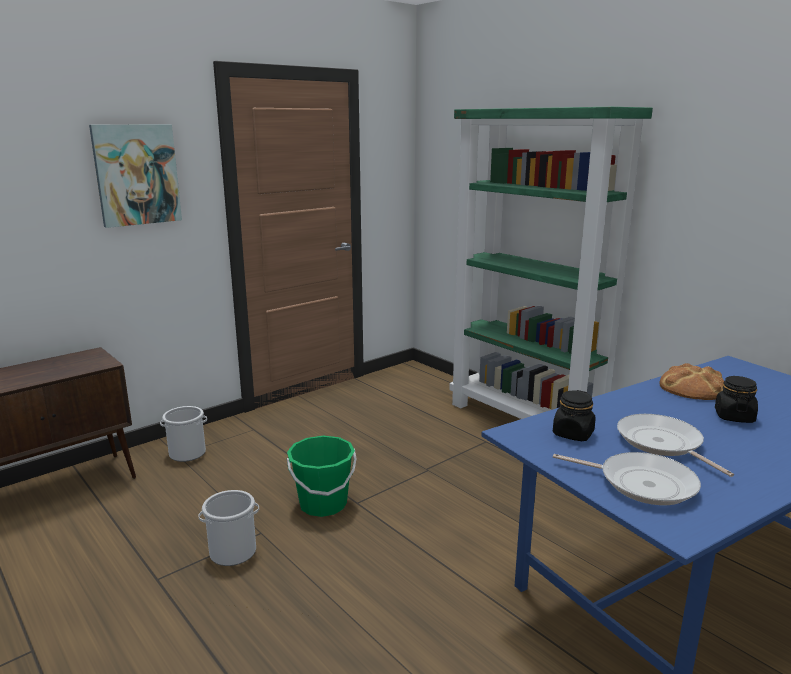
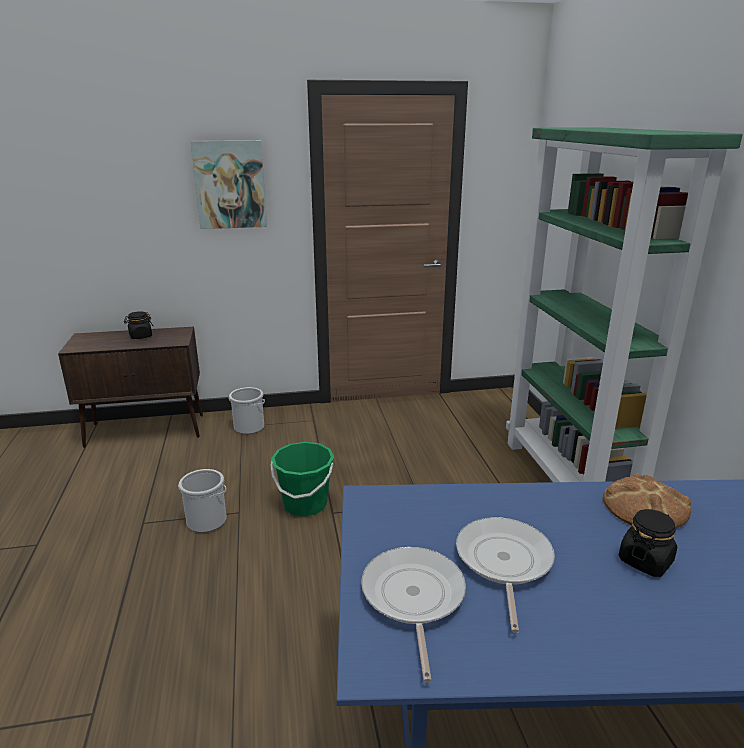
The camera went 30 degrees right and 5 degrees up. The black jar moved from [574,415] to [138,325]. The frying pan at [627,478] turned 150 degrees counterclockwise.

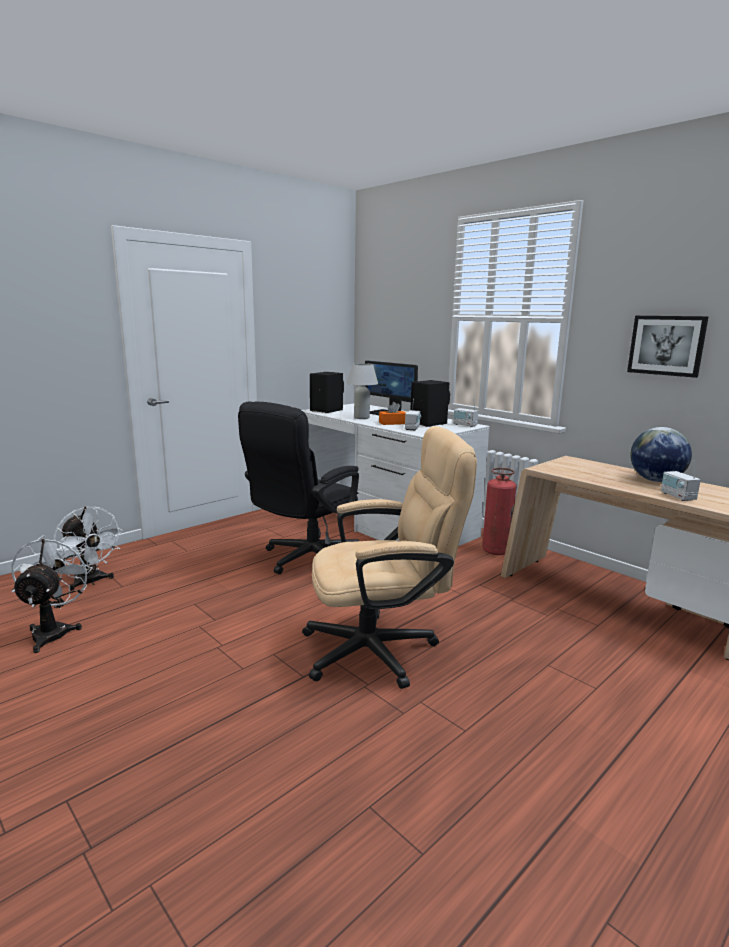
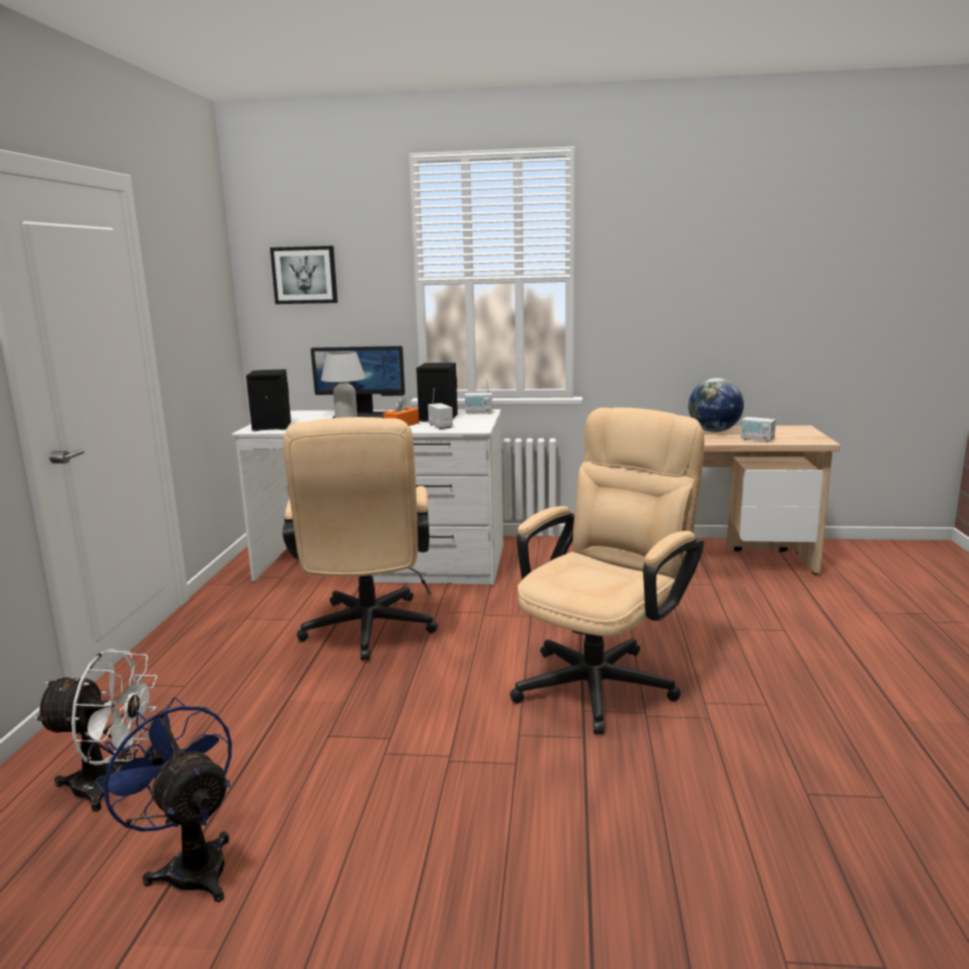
The camera went 40 degrees left and 0 degrees up. The fire extinguisher at [499,511] disappeared. The picture moved from [668,347] to [304,275]. The white fan at [52,594] became the blue fan at [163,799]. The black office chair at [298,488] became the beige office chair at [360,538].

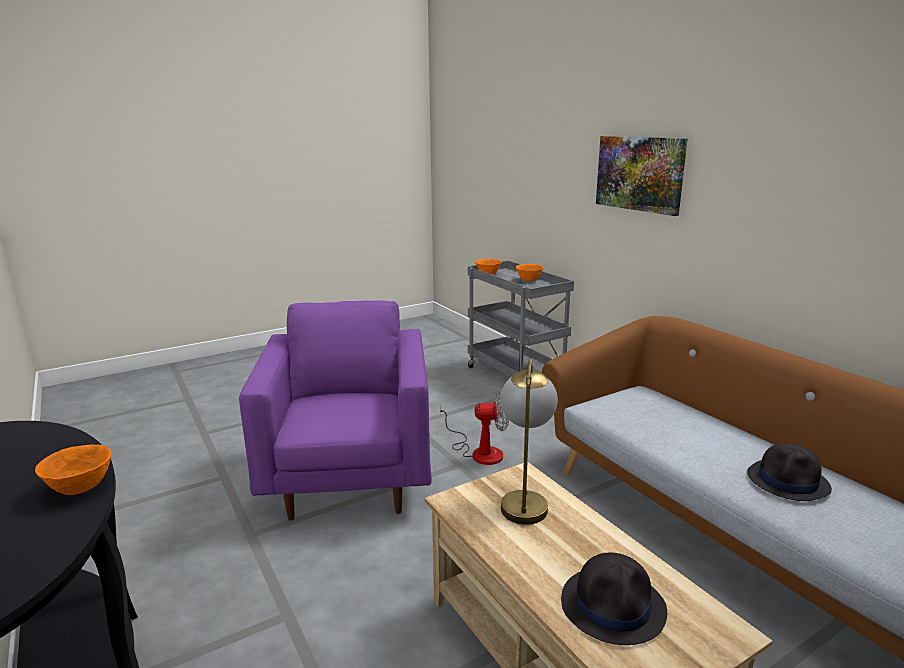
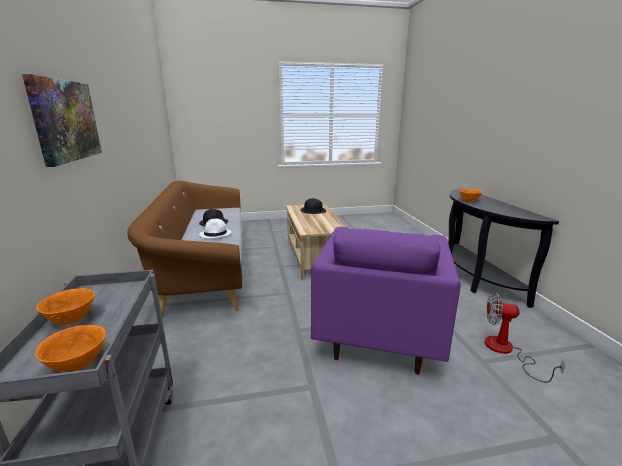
The camera went 160 degrees left and 0 degrees up. The table lamp at [529,442] disappeared. The white hat at [215,229] appeared. The fan moved from [474,428] to [525,338].

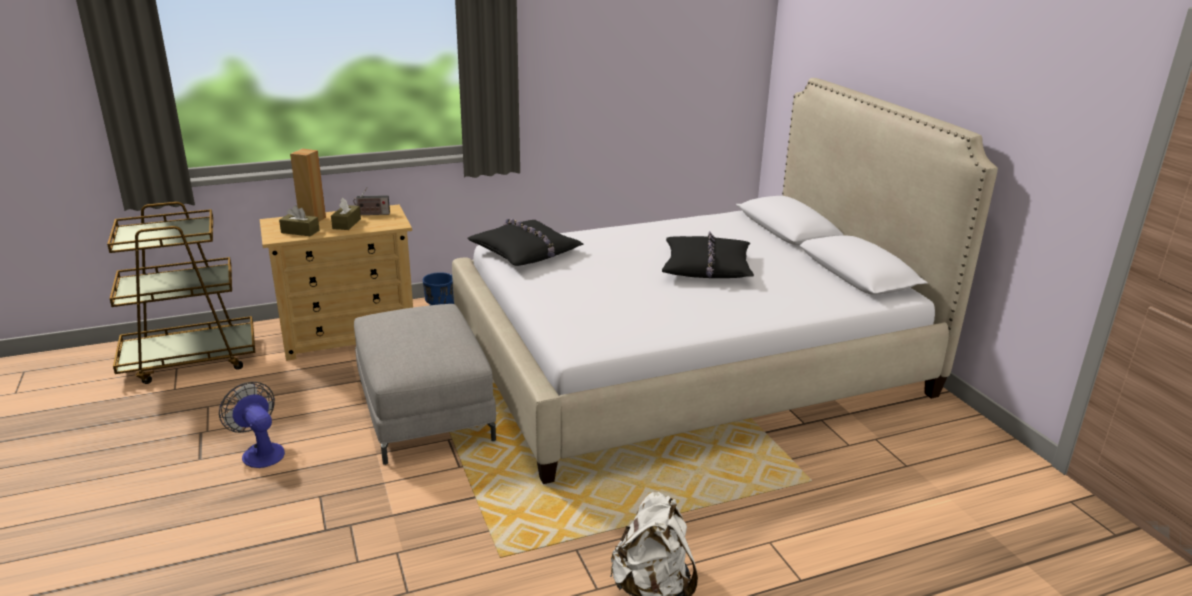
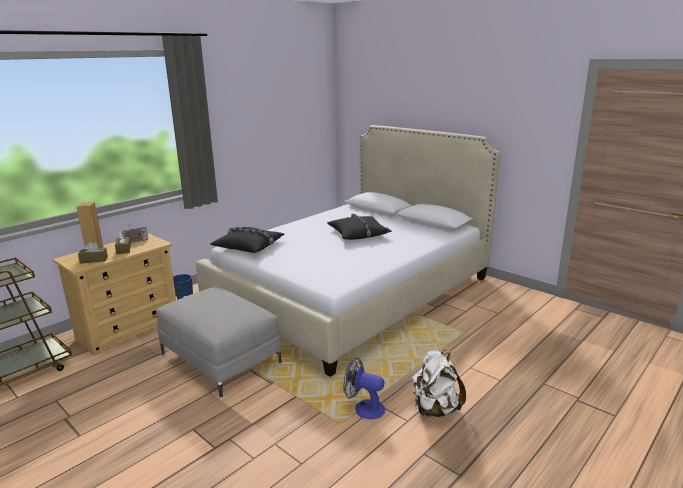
The camera went 25 degrees left and 5 degrees down. The fan moved from [252,425] to [364,388].

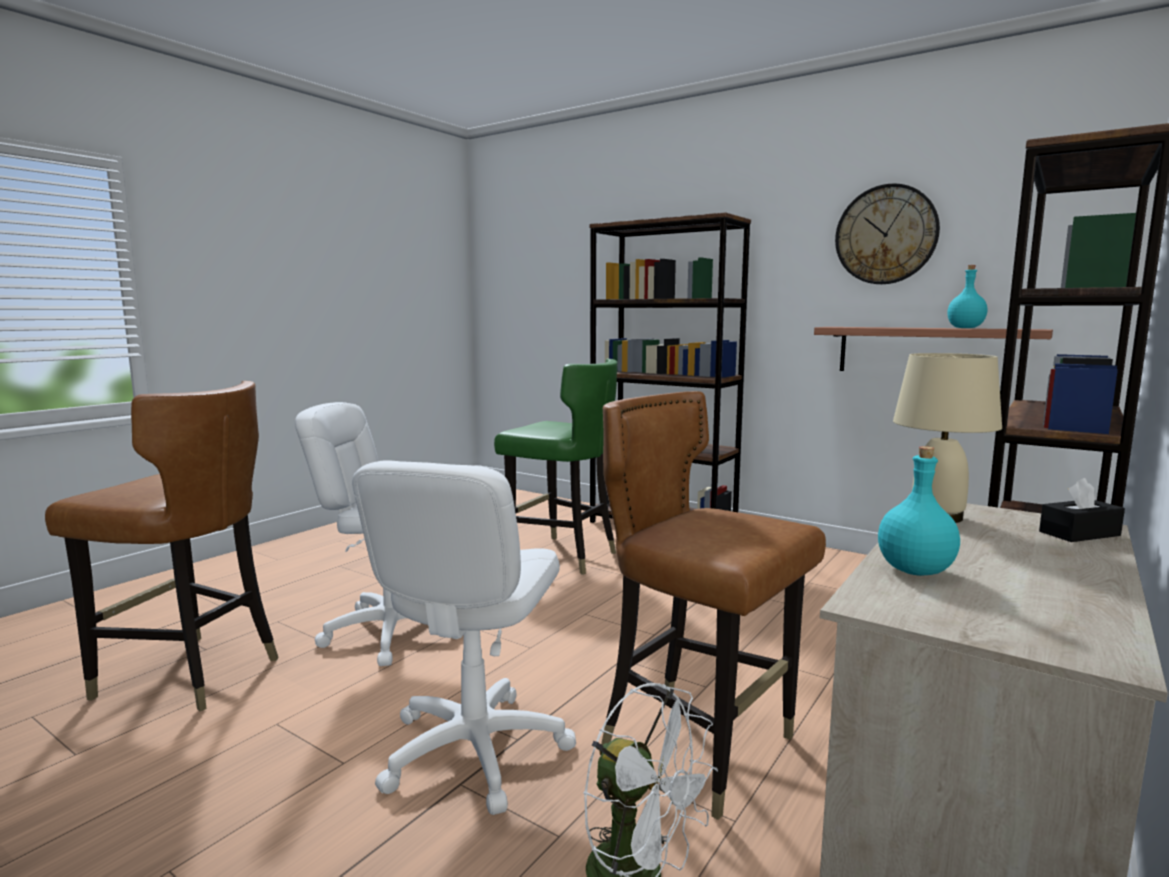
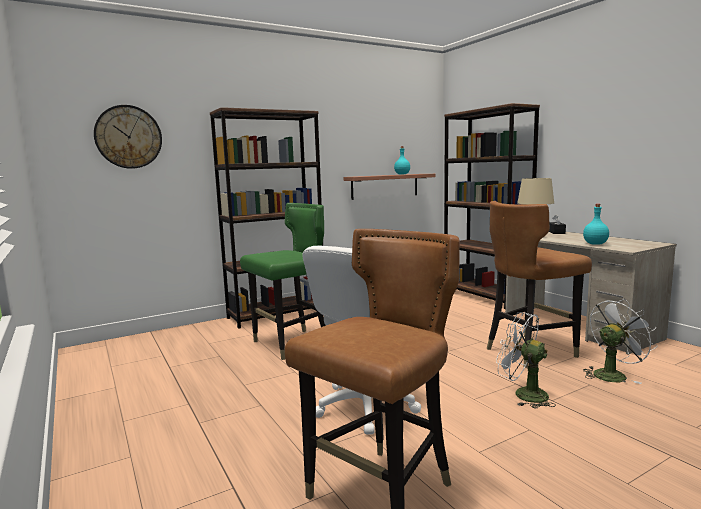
The camera went 65 degrees left and 0 degrees up. The wall clock moved from [887,233] to [128,137]. The white office chair at [464,637] was replaced by the white fan at [526,360].

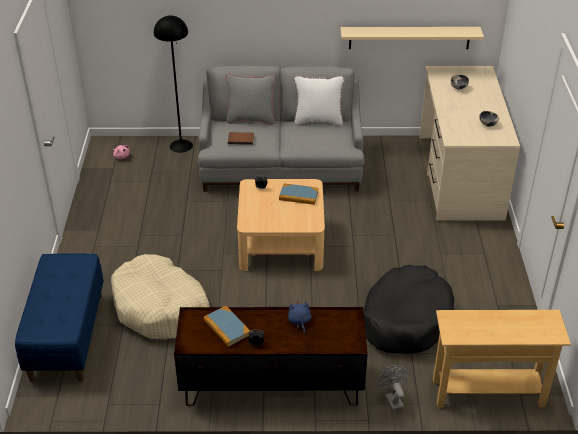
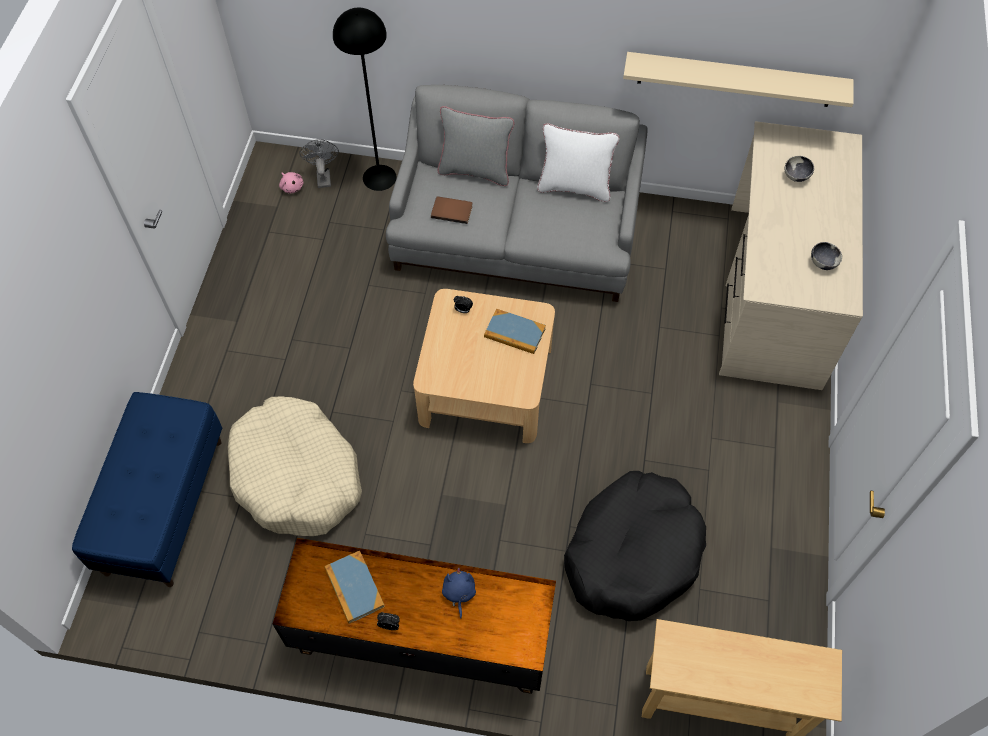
The camera went 10 degrees right and 20 degrees up. The grey fan moved from [393,388] to [319,163].

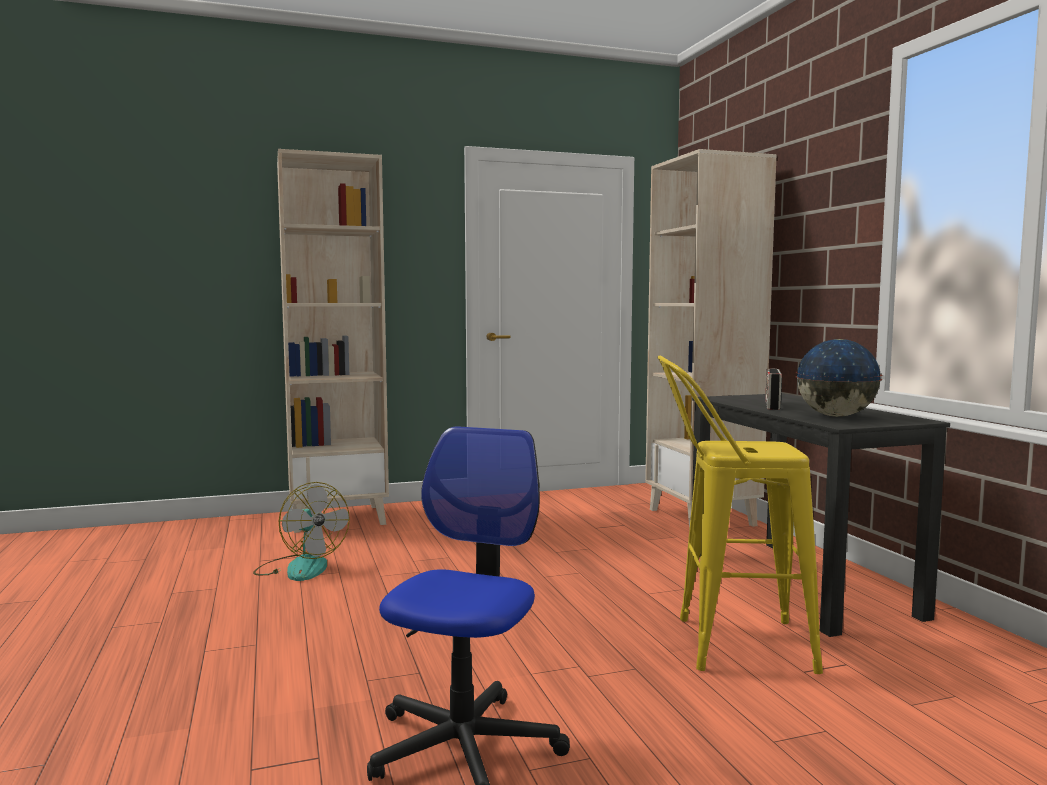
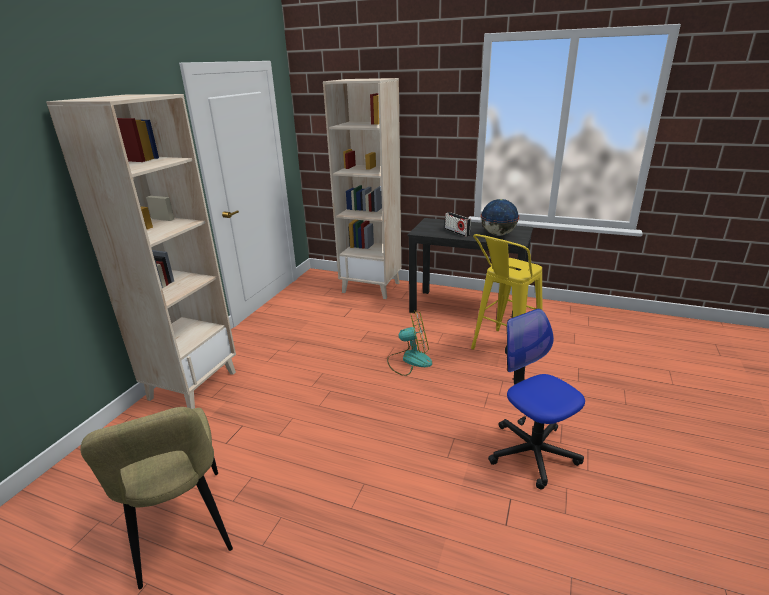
The camera went 50 degrees left and 20 degrees up. The beige chair at [156,498] appeared. The fan moved from [301,531] to [409,343].

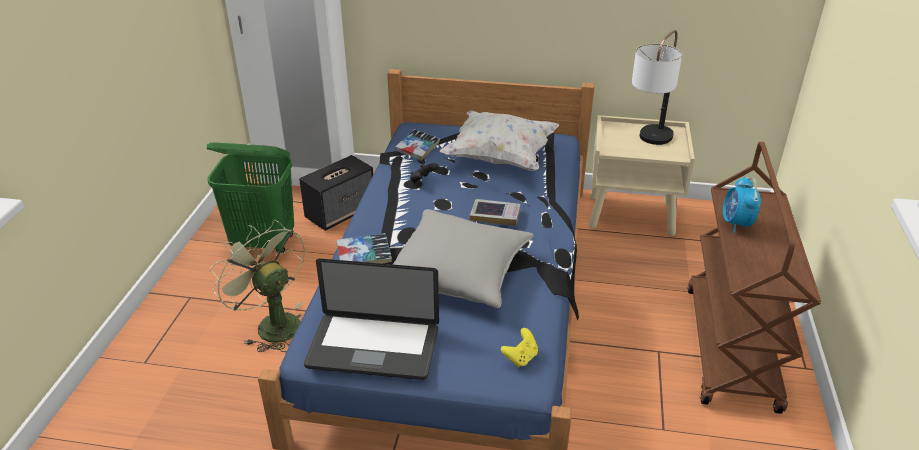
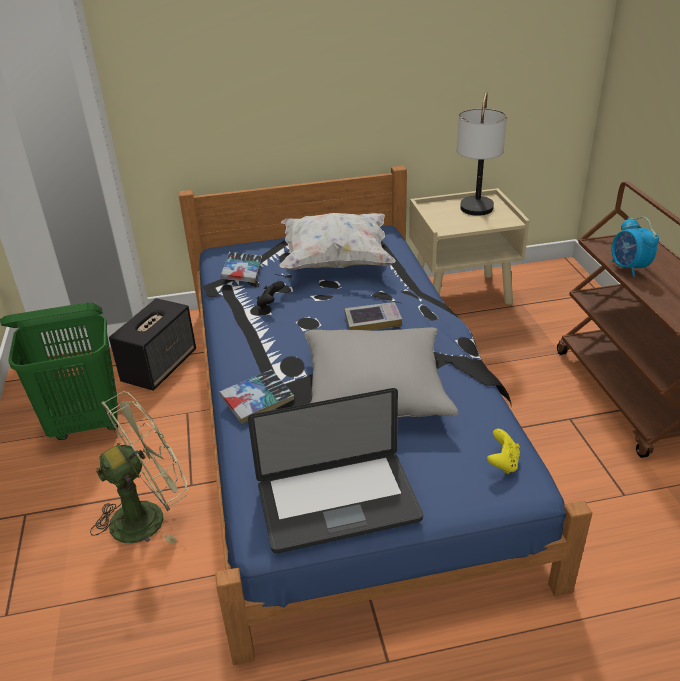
The camera went 20 degrees left and 0 degrees up. The green fan at [257,286] turned 120 degrees clockwise.

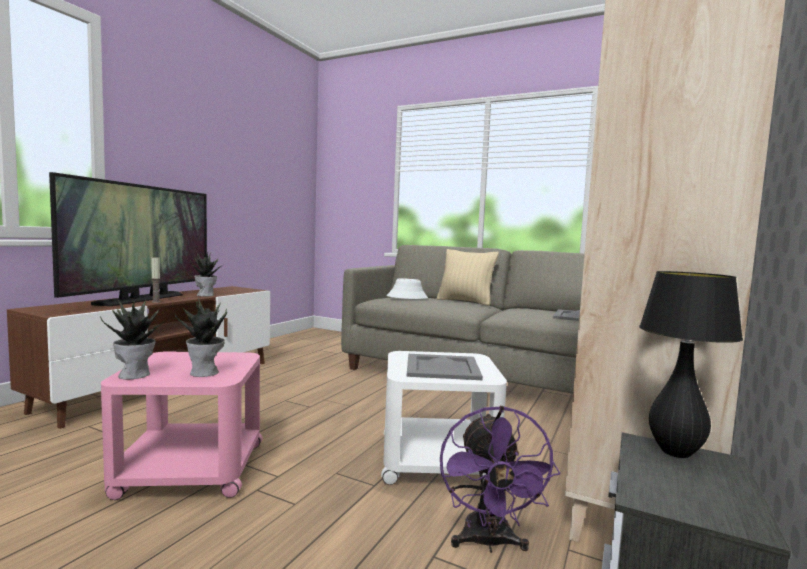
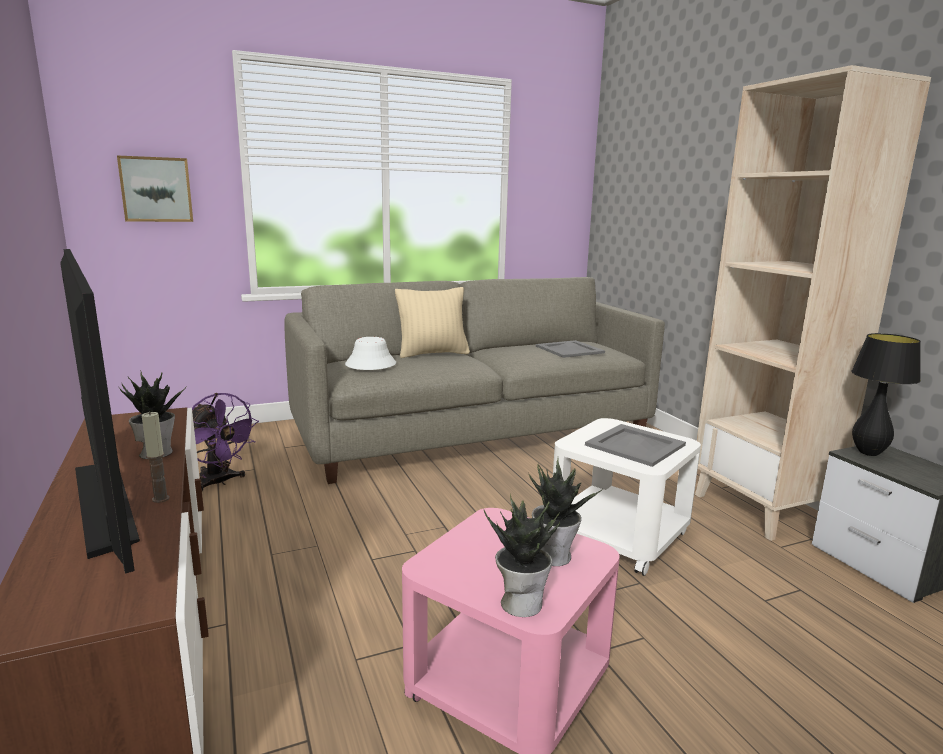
The camera went 50 degrees left and 10 degrees up. The picture at [155,188] appeared. The purple fan moved from [500,479] to [225,442].

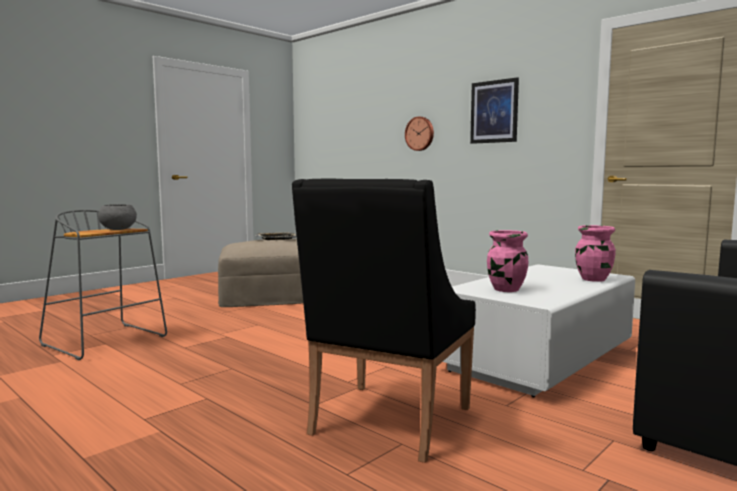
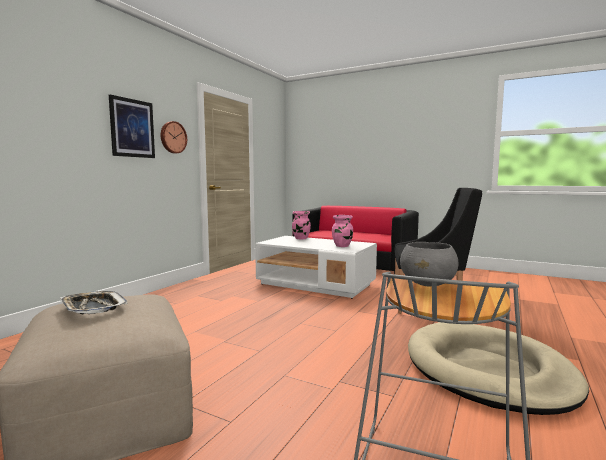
The camera went 105 degrees left and 0 degrees up. The beige dog bed at [498,368] appeared. The wall clock moved from [419,134] to [174,137].

